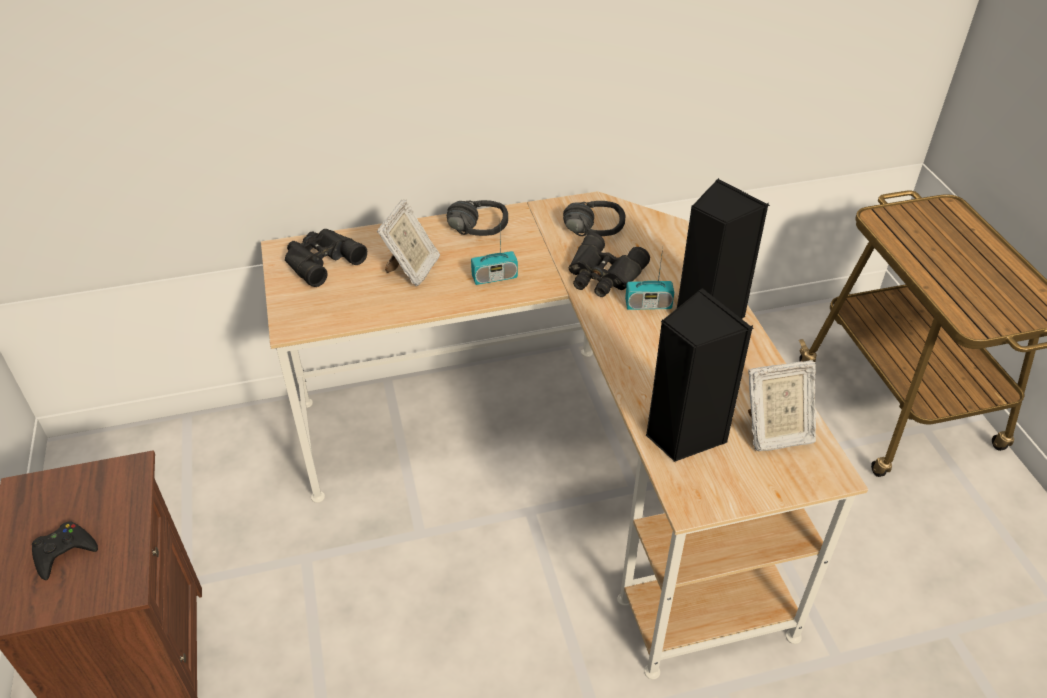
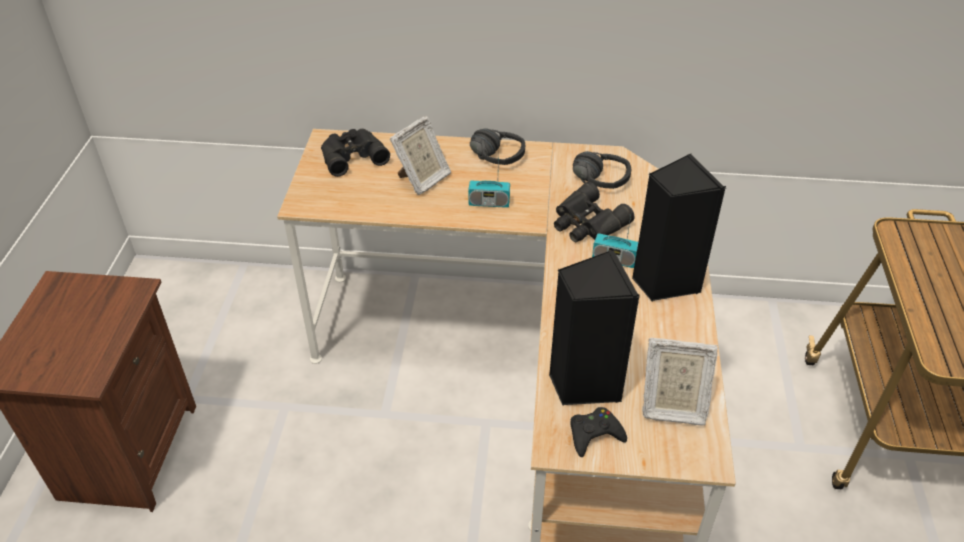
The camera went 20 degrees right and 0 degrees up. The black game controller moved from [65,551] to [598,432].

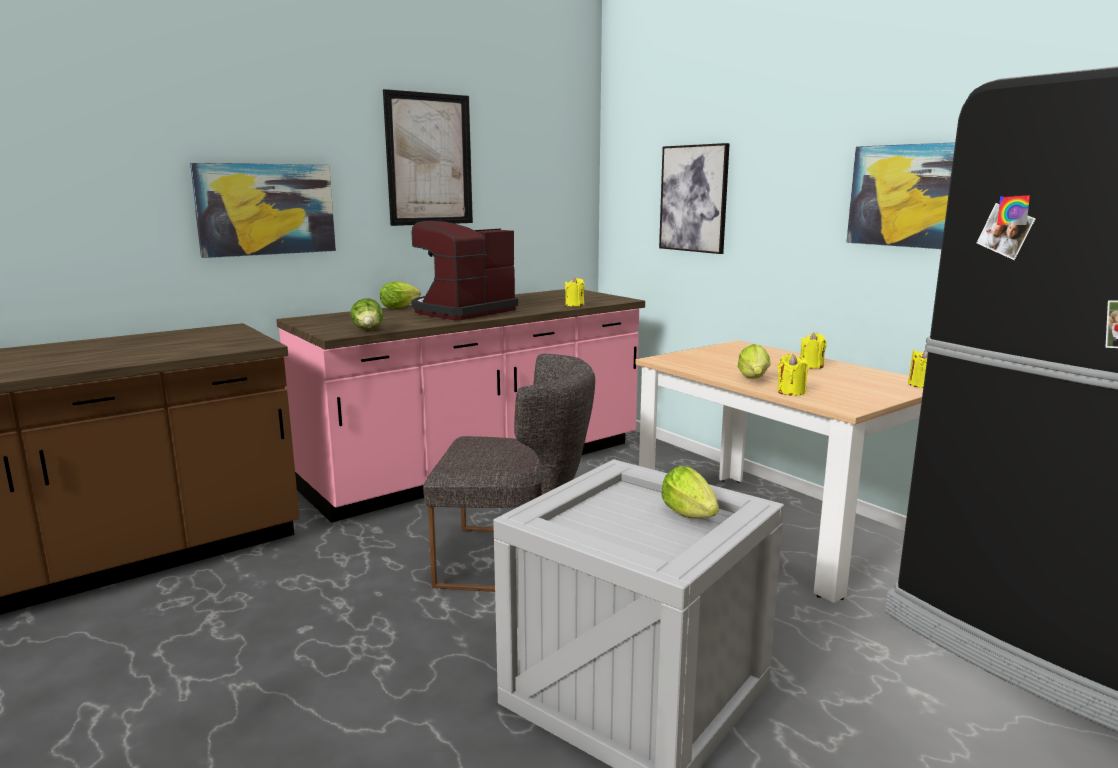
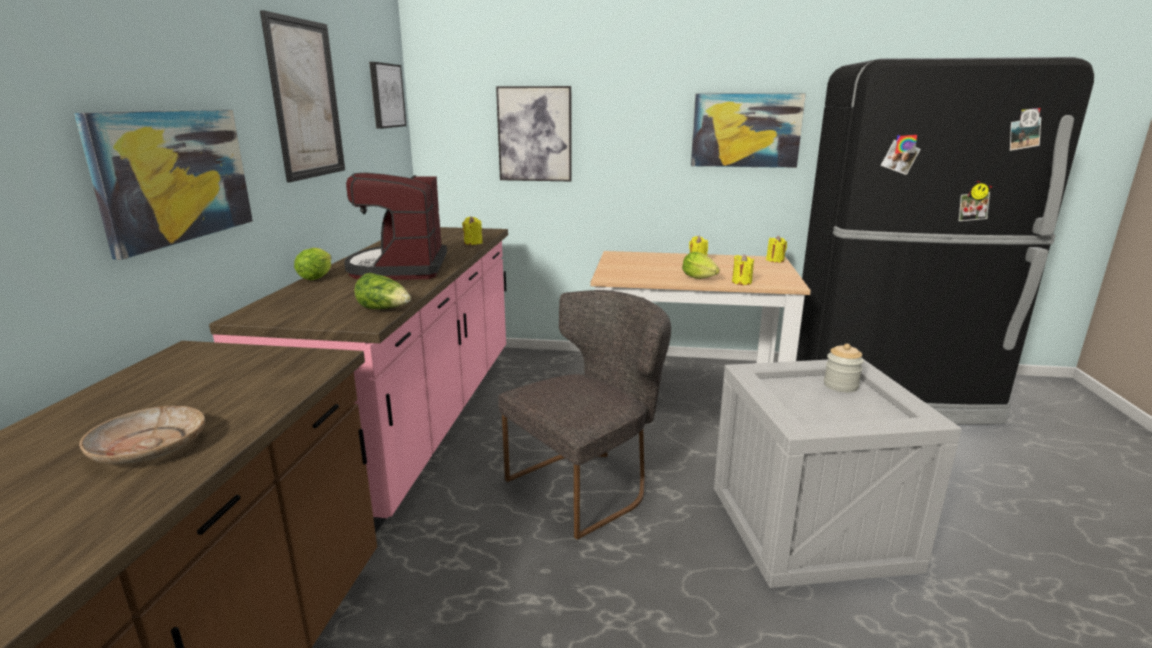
The camera went 45 degrees left and 5 degrees up. The beige plate at [142,435] appeared. The picture at [387,95] appeared. The lettuce at [690,492] was replaced by the jar at [844,368].

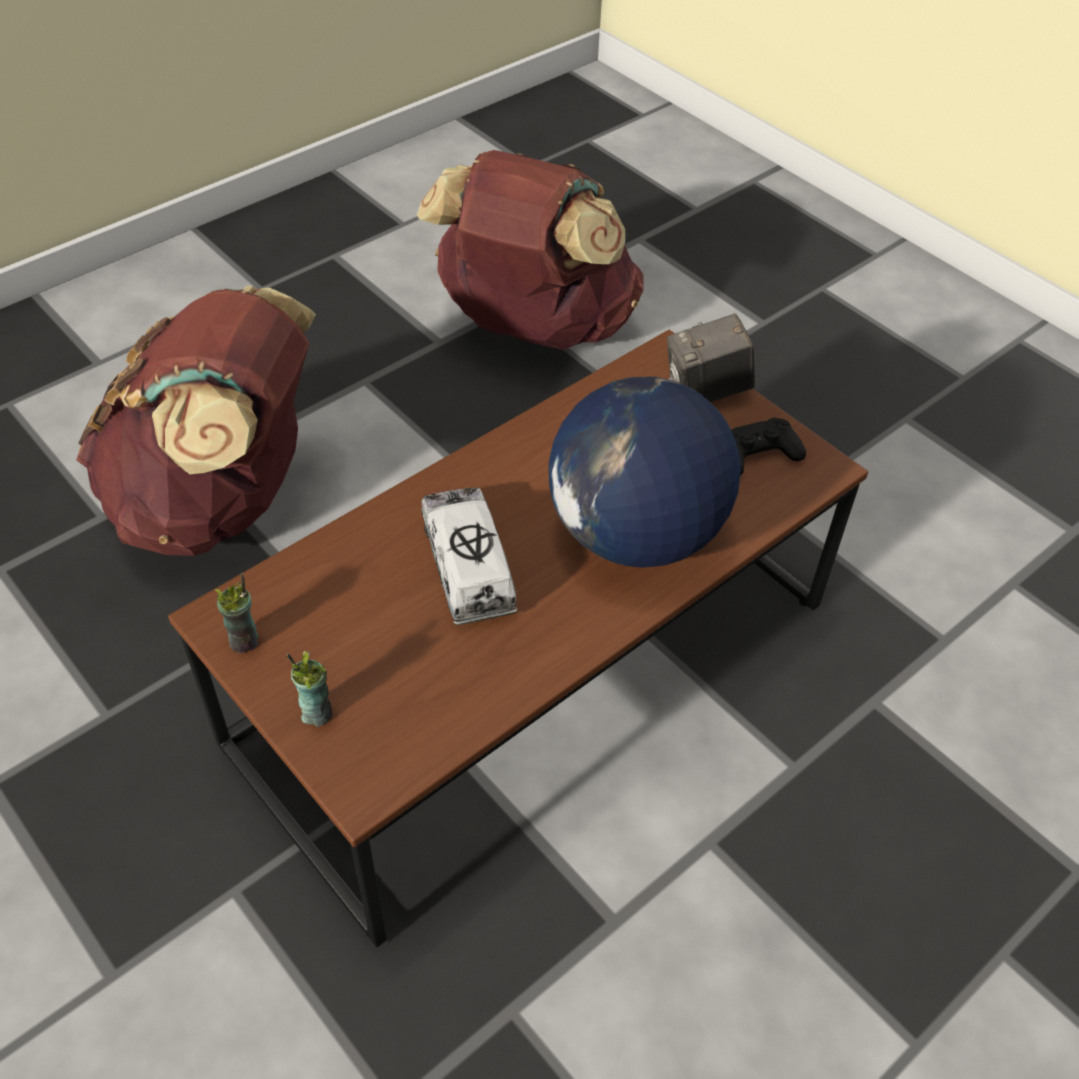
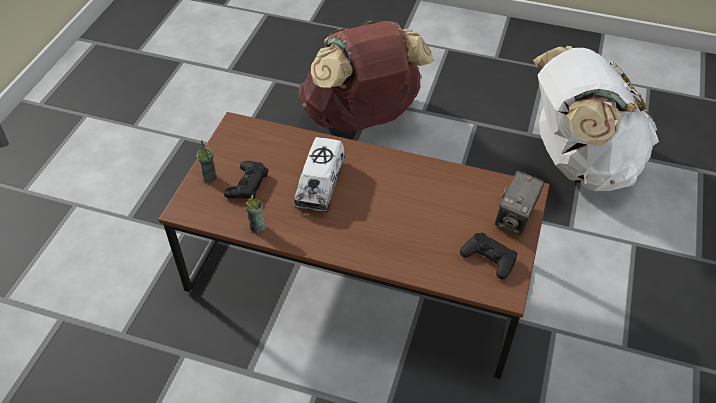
The camera went 60 degrees right and 0 degrees up. The globe at [644,472] disappeared. The black game controller at [246,180] appeared. The cup moved from [236,613] to [255,214]. The brown backpack at [530,250] became the white backpack at [596,118]. The toy truck at [469,556] turned 150 degrees clockwise. The photo camera at [711,357] turned 105 degrees counterclockwise.

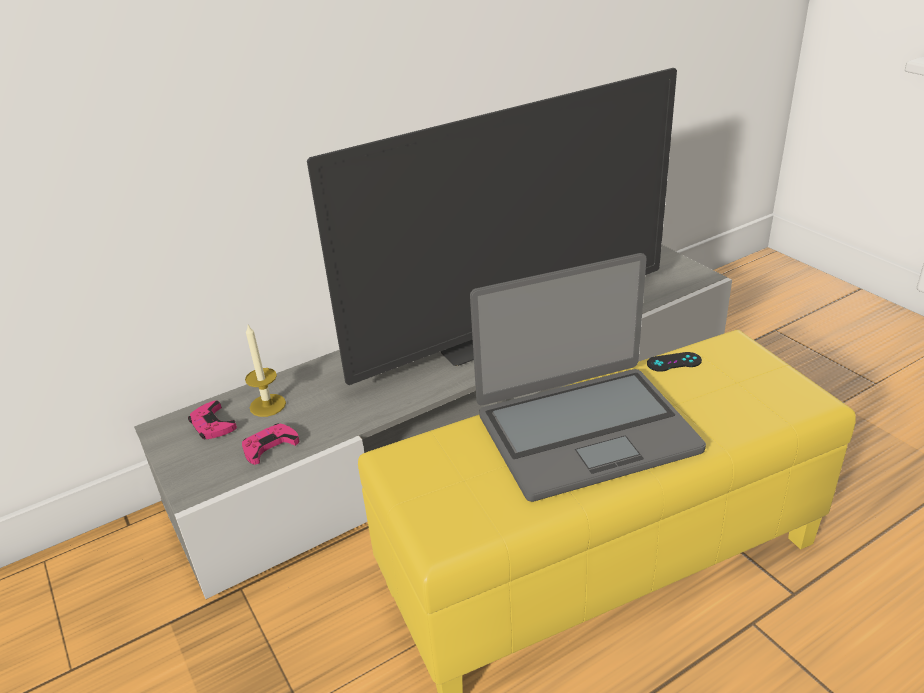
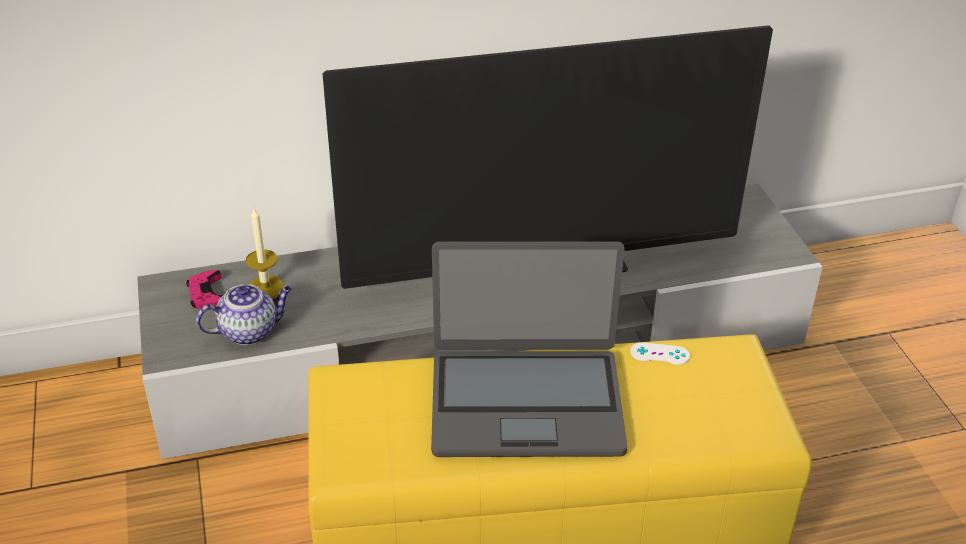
The camera went 15 degrees right and 5 degrees up. The pink game controller at [271,444] was replaced by the teapot at [244,314]. The black game controller at [674,362] became the white game controller at [660,353].

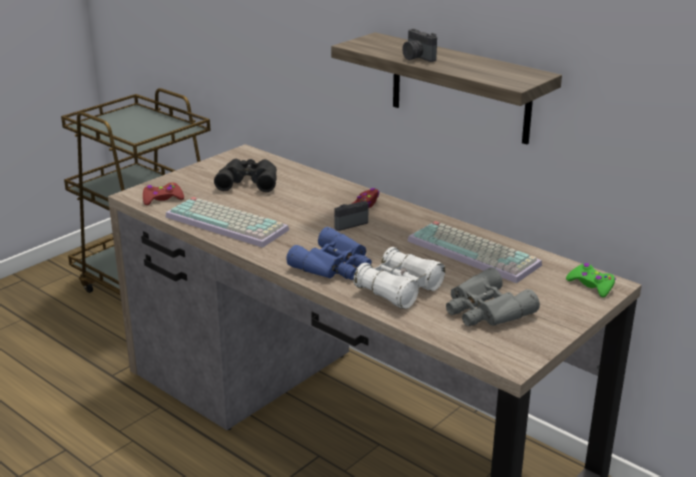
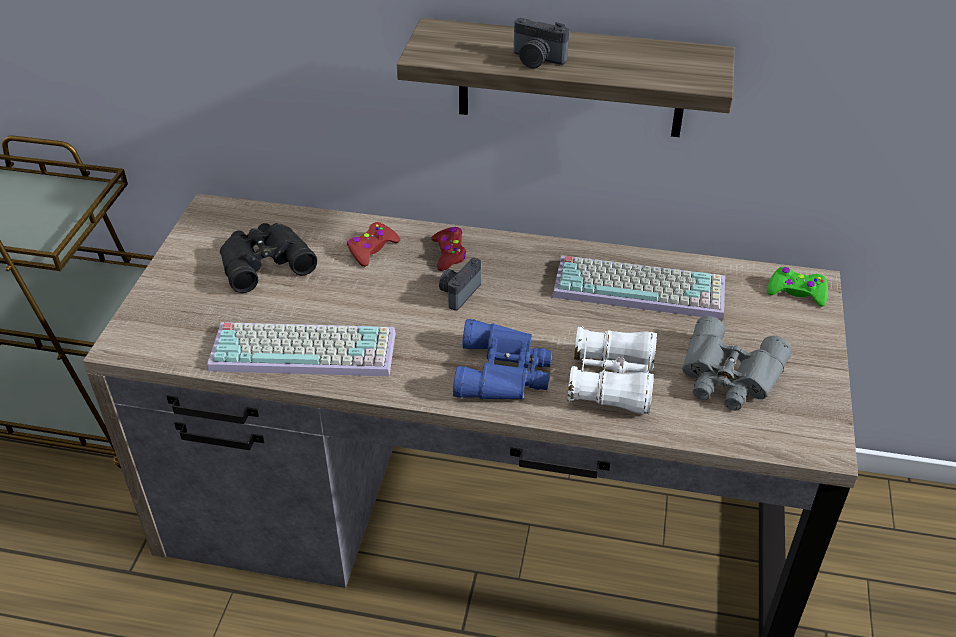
The camera went 30 degrees left and 15 degrees up. The red game controller moved from [163,194] to [373,244].

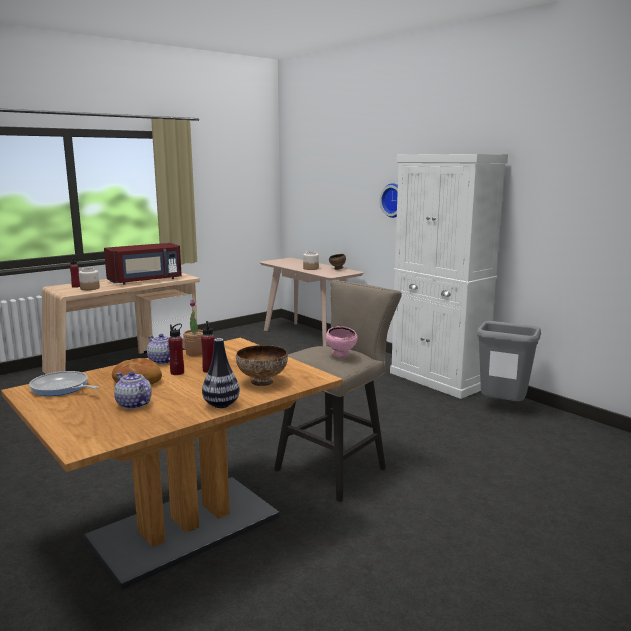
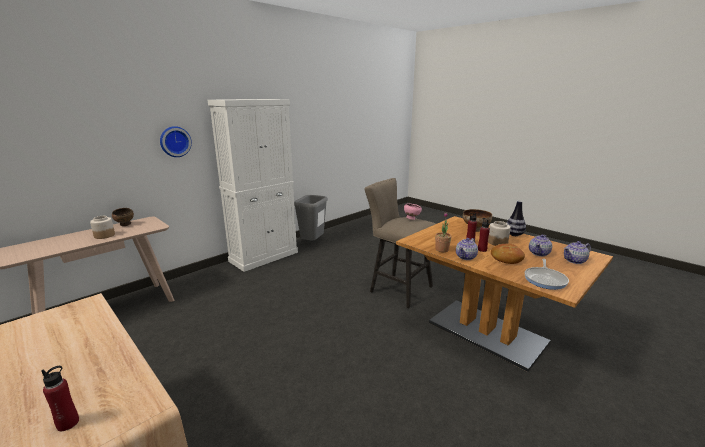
The camera went 95 degrees left and 5 degrees up. The red microwave at [143,264] disappeared. The teapot at [577,252] appeared. The jar moved from [89,279] to [499,233].

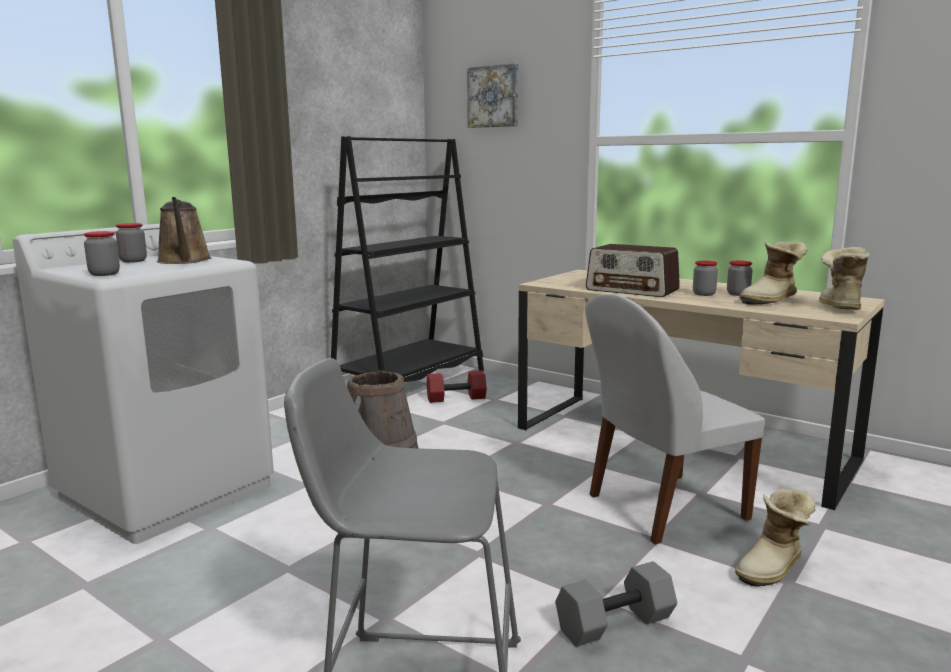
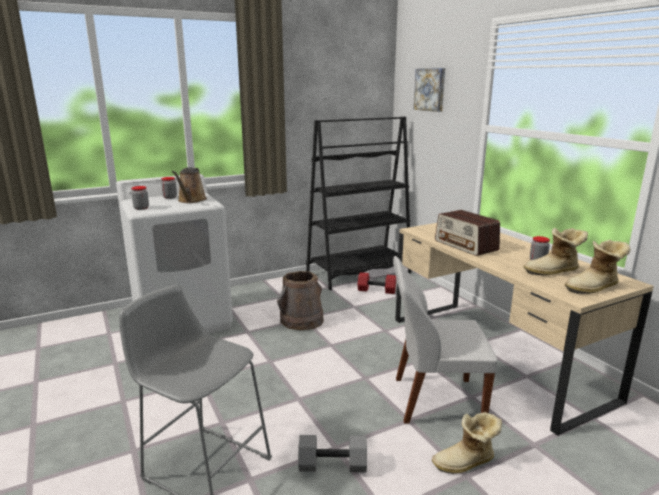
The camera went 25 degrees right and 5 degrees up. The jar at [705,278] disappeared. The boot at [844,278] turned 150 degrees counterclockwise.

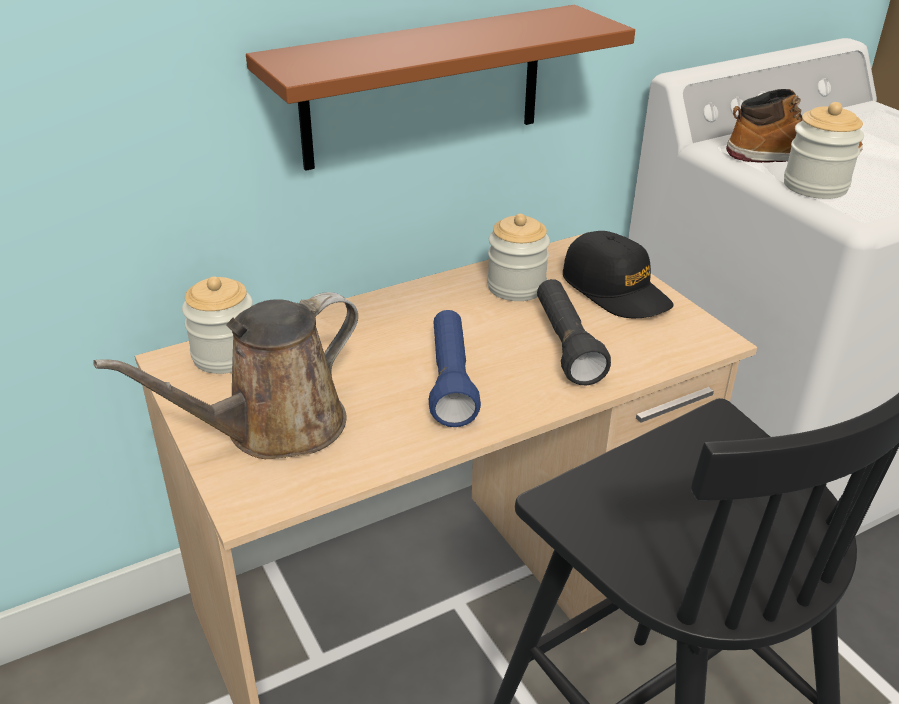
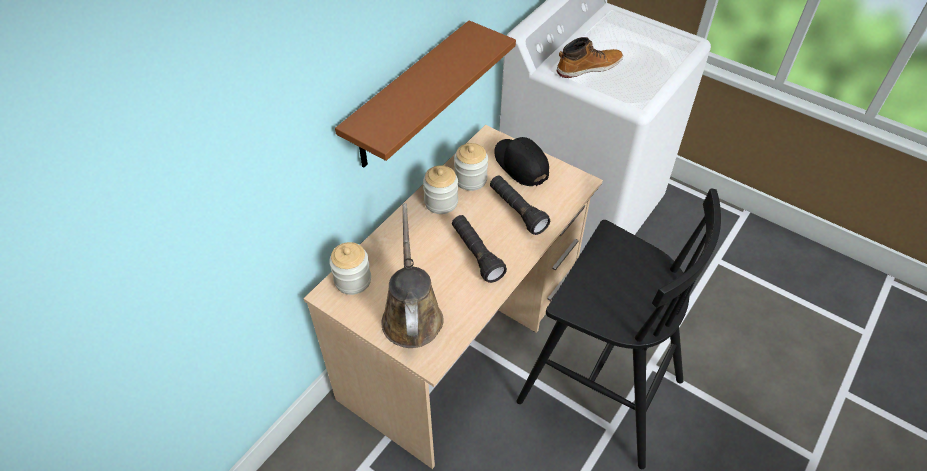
The camera went 25 degrees left and 15 degrees up. The jar moved from [824,150] to [440,189]. The blue flashlight at [455,368] became the black flashlight at [479,249]. The brown watering can at [225,375] turned 150 degrees clockwise. The black cap at [618,274] turned 150 degrees counterclockwise.

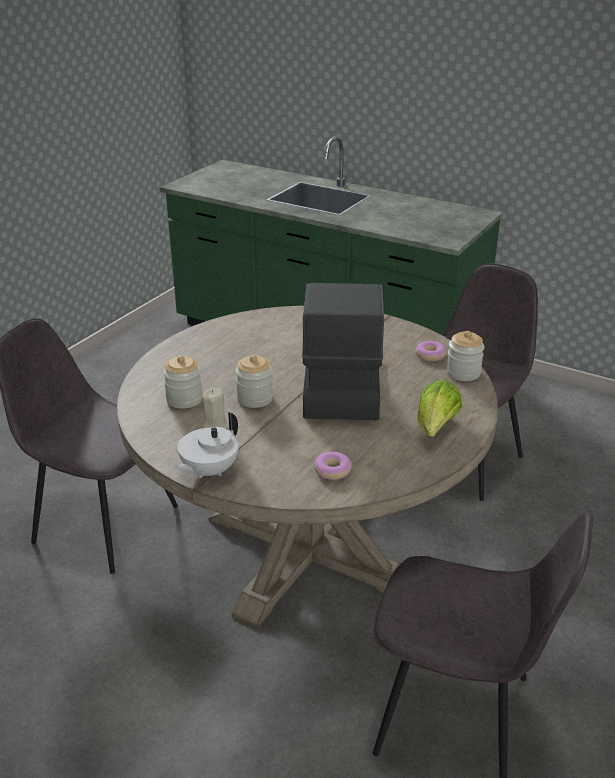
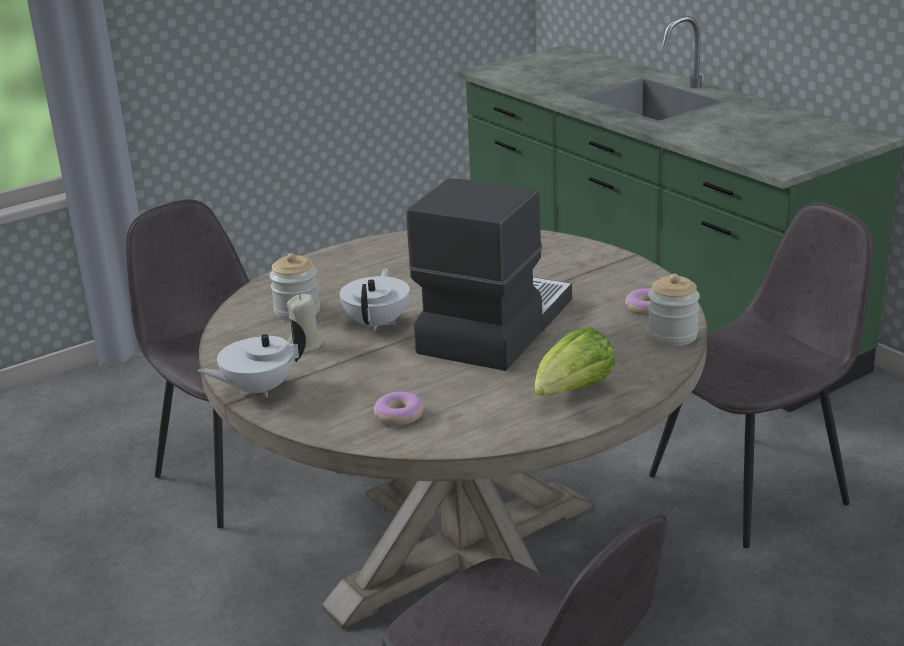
The camera went 25 degrees right and 5 degrees down. The jar at [254,381] was replaced by the white teapot at [375,300].

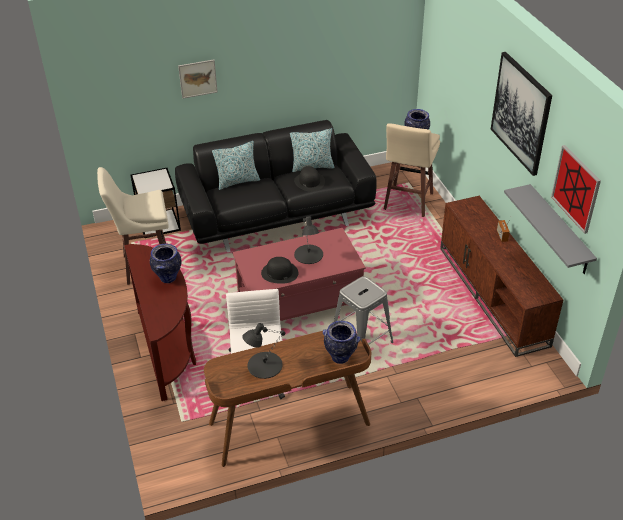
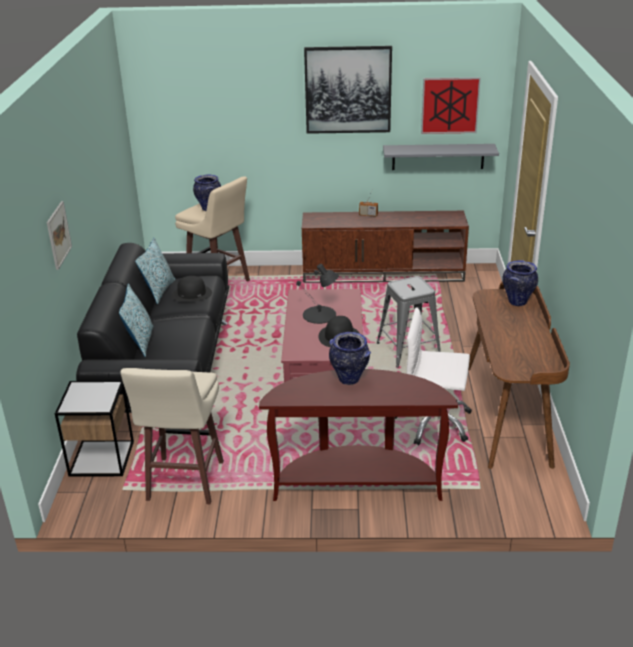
The camera went 70 degrees left and 10 degrees down. The black table lamp at [263,351] disappeared.

